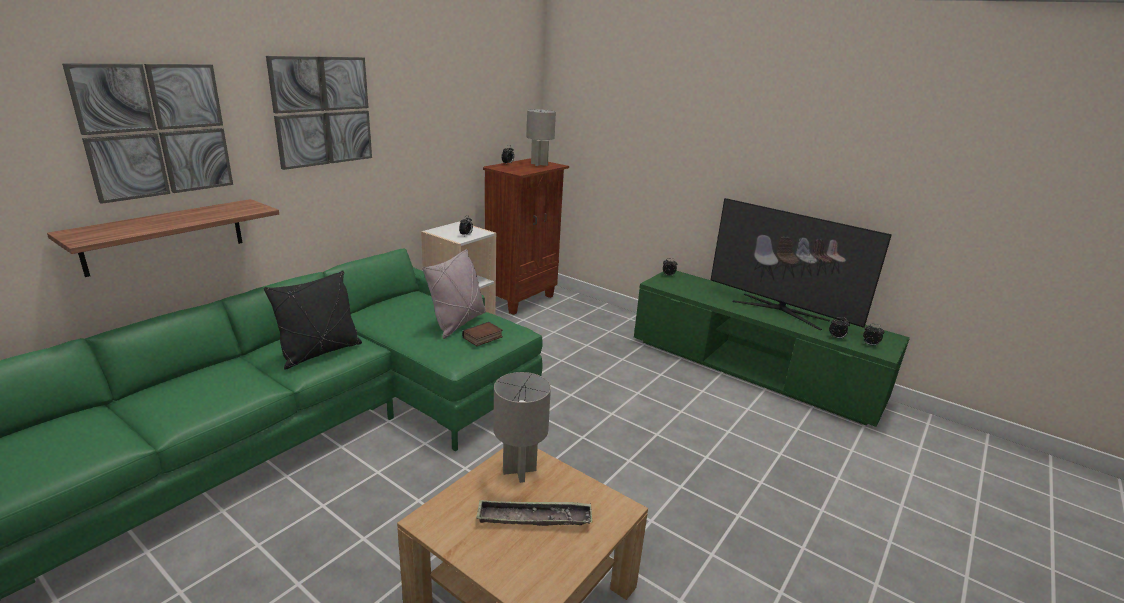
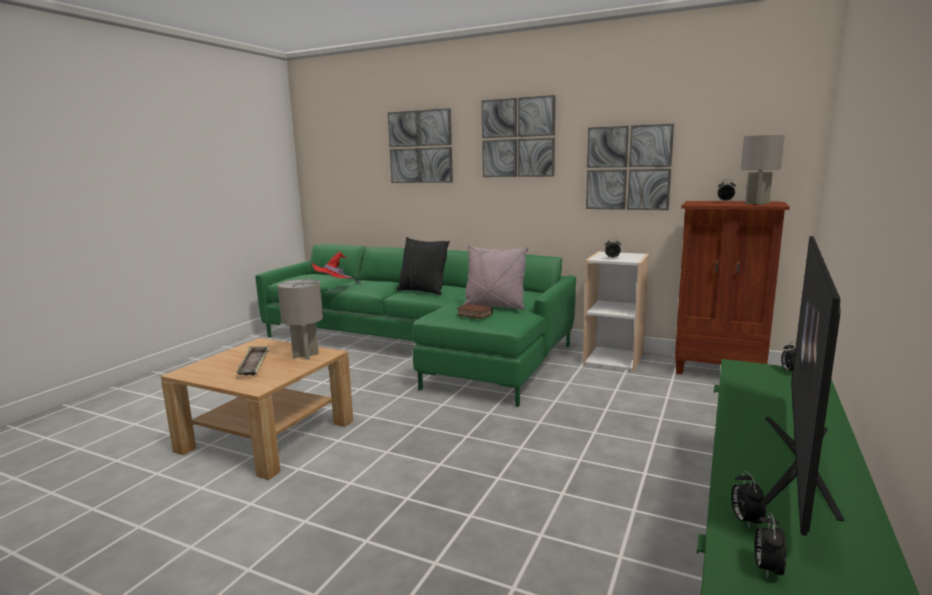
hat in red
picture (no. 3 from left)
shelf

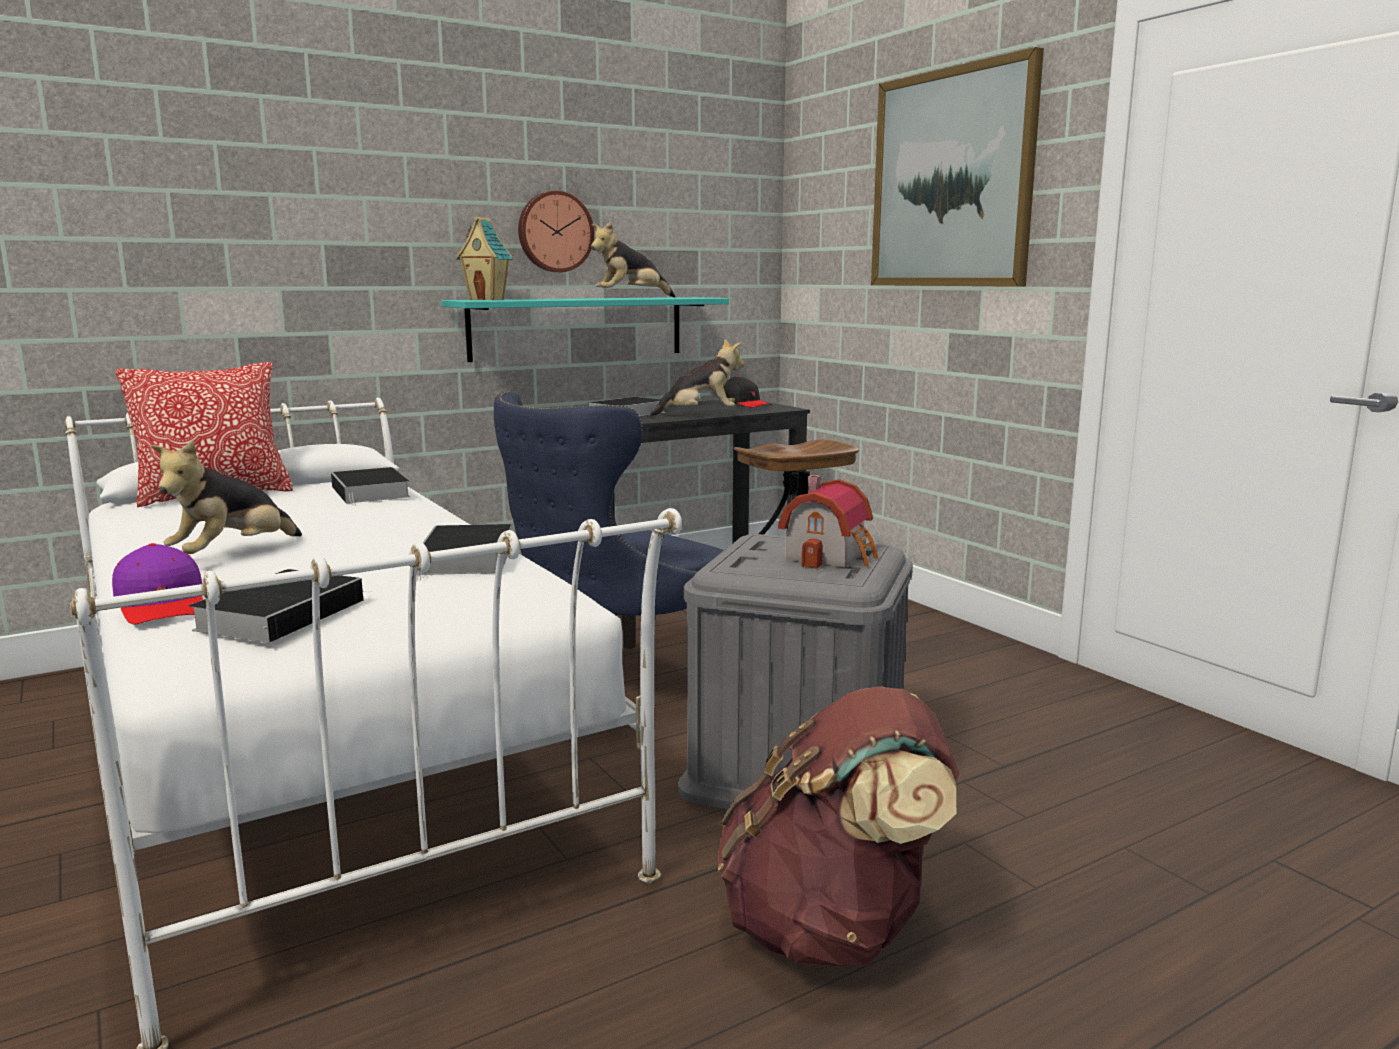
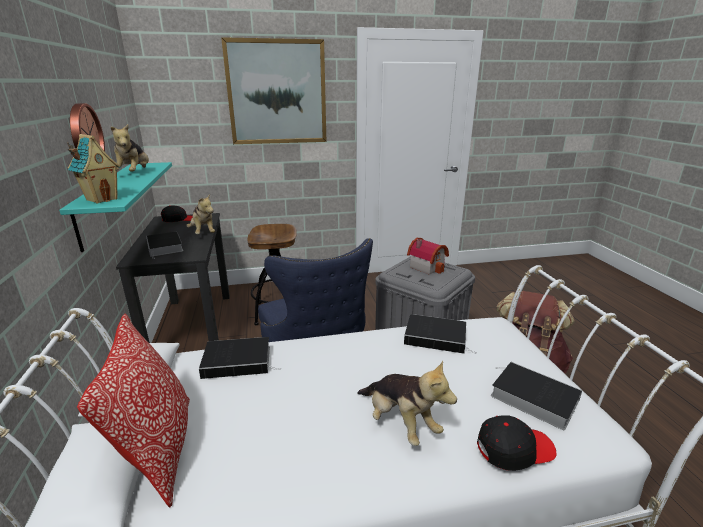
plush toy (no. 2 from left)
cap in black (no. 2 from left)

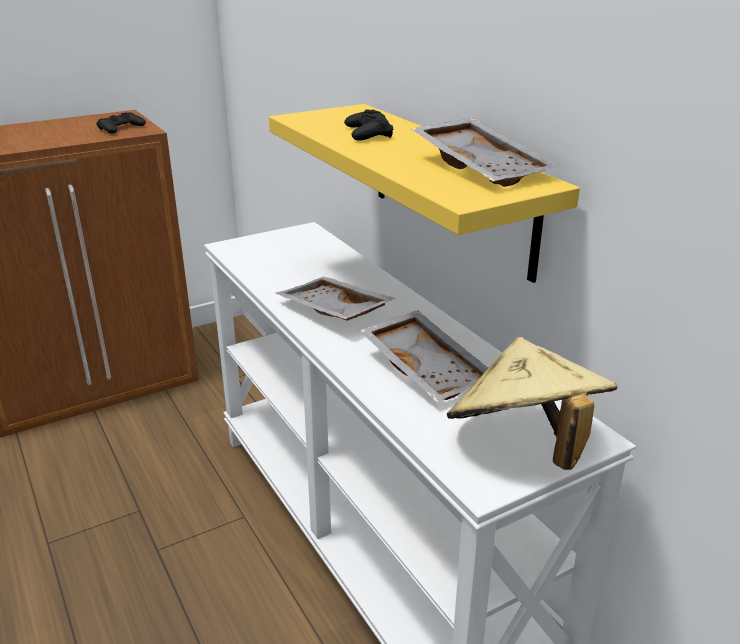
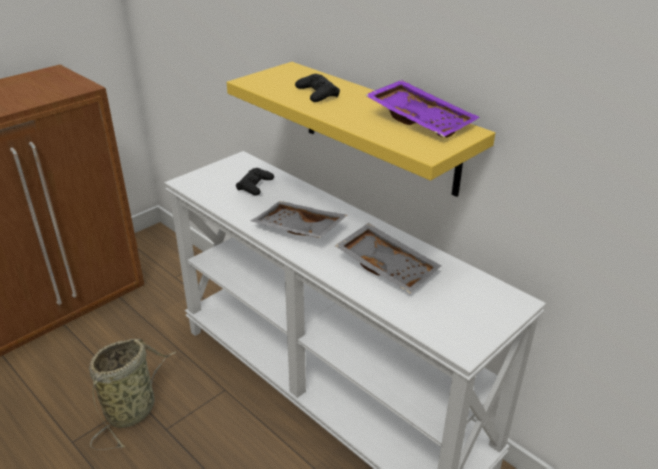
basket
game controller in black (no. 1 from left)
tray in purple
hat in beige

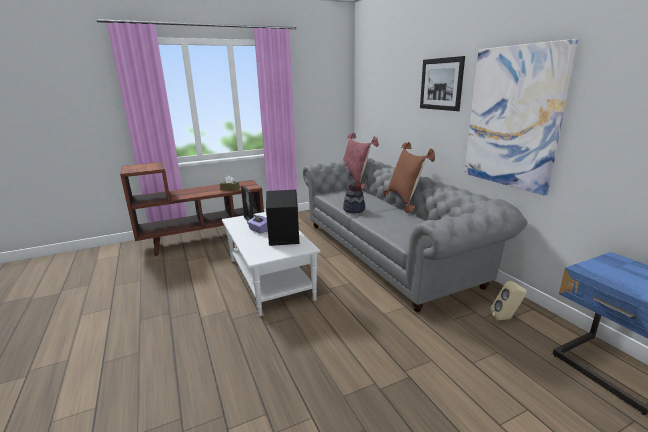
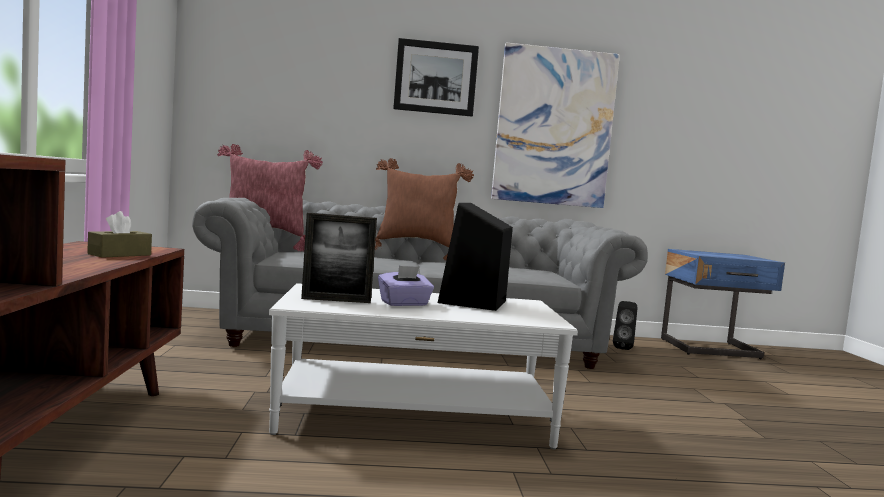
speaker in black (no. 2 from left)
hat

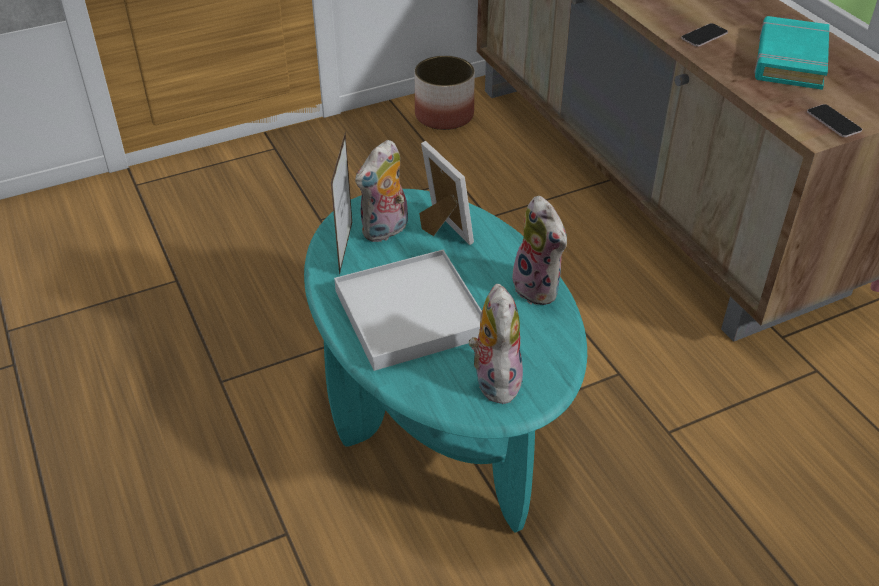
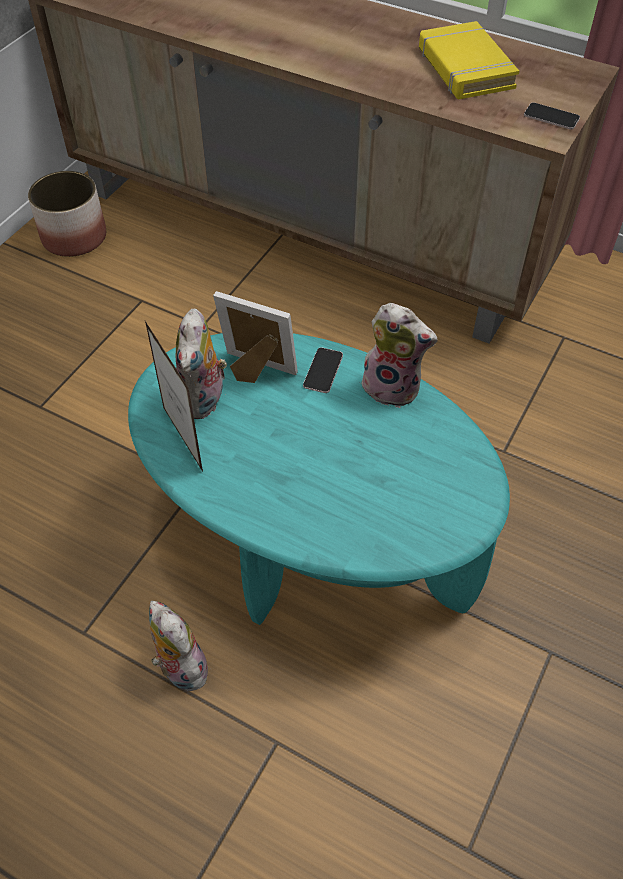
plush toy (no. 1 from left)
phone (no. 1 from left)
book in yellow
tray in white

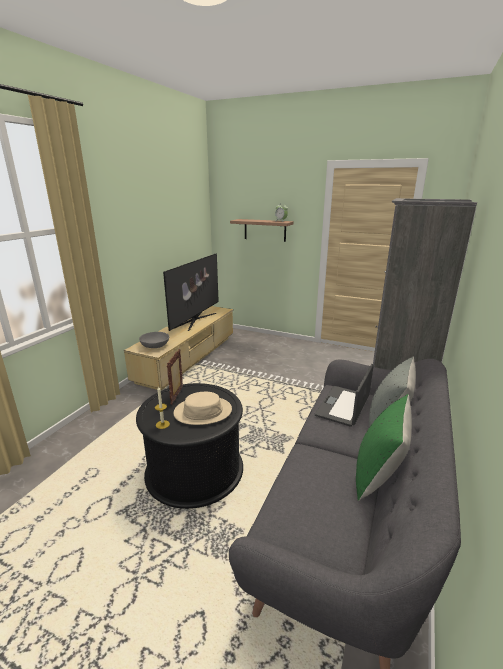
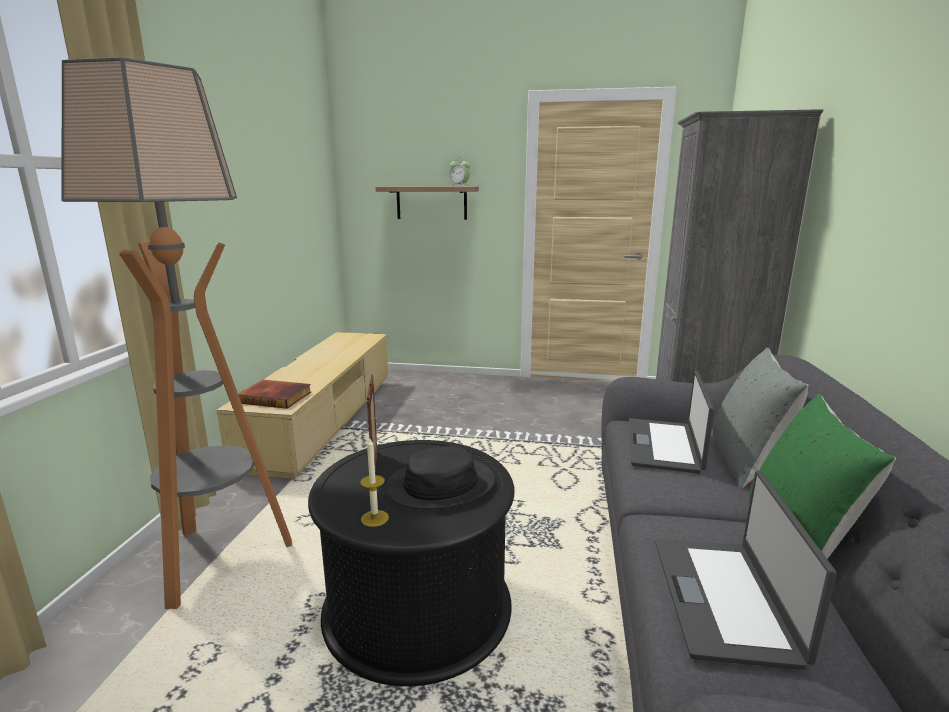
floor lamp
book
hat in black
laptop (no. 2 from left)
television

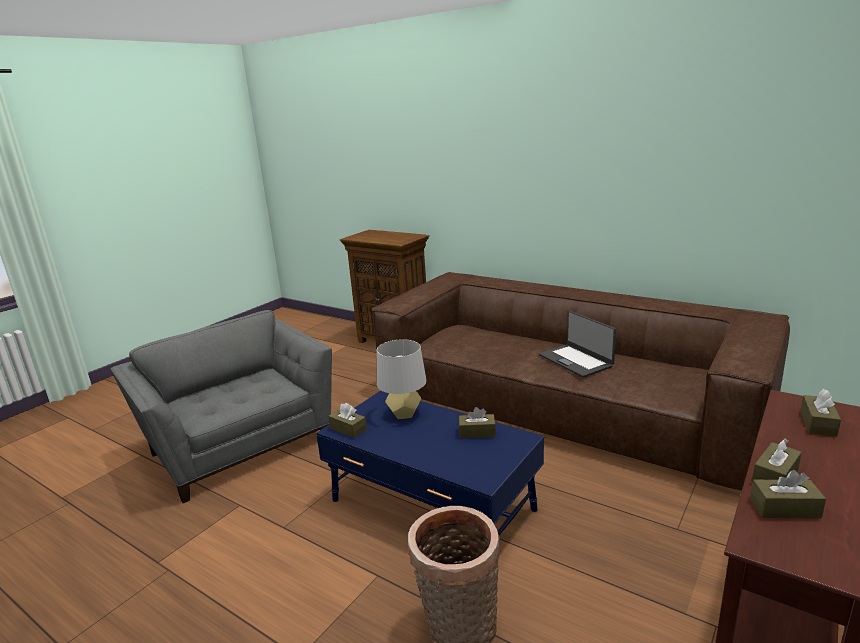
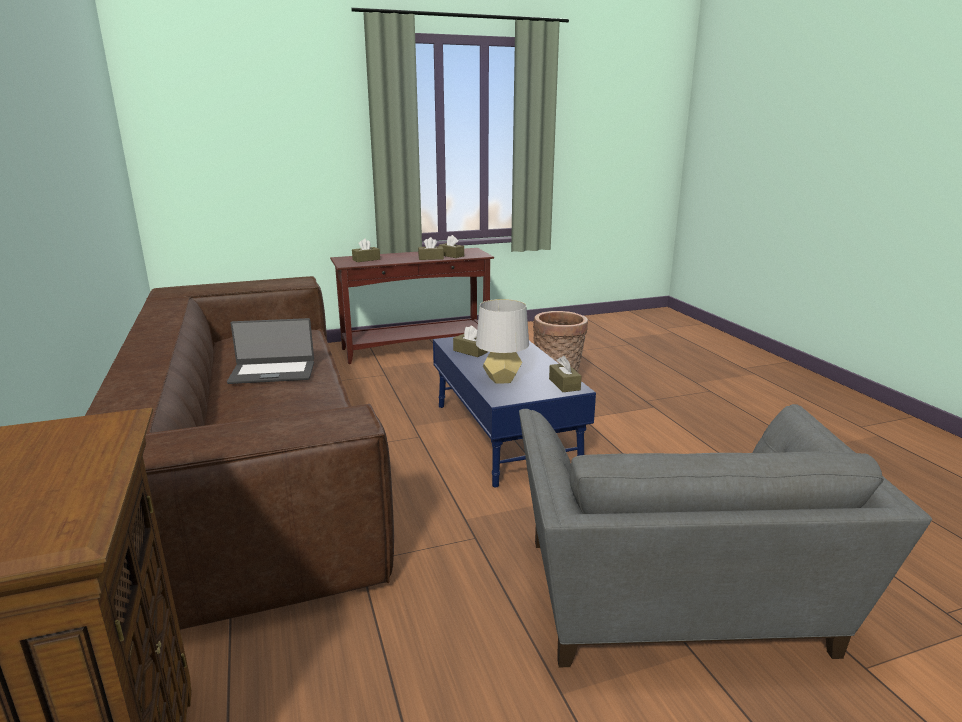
laptop

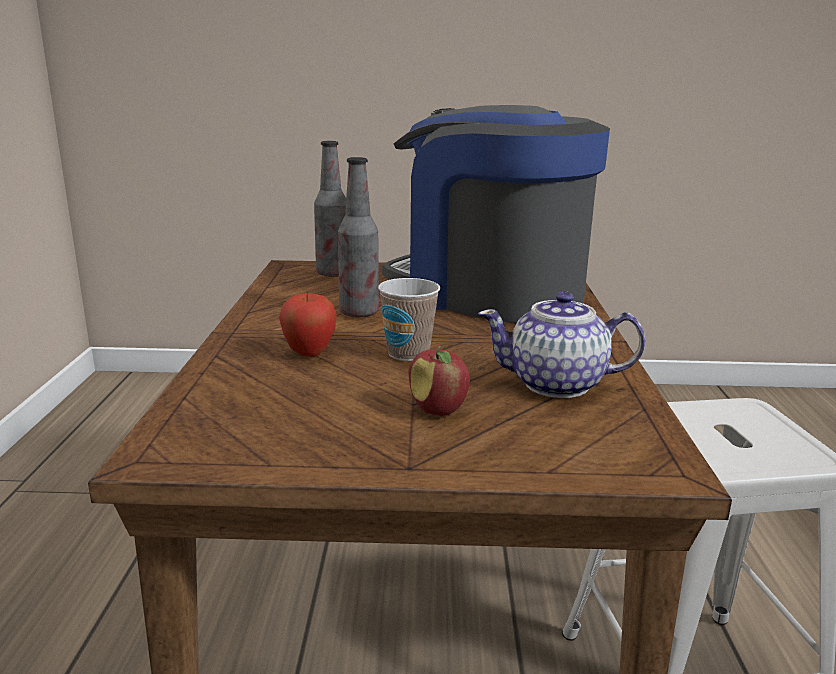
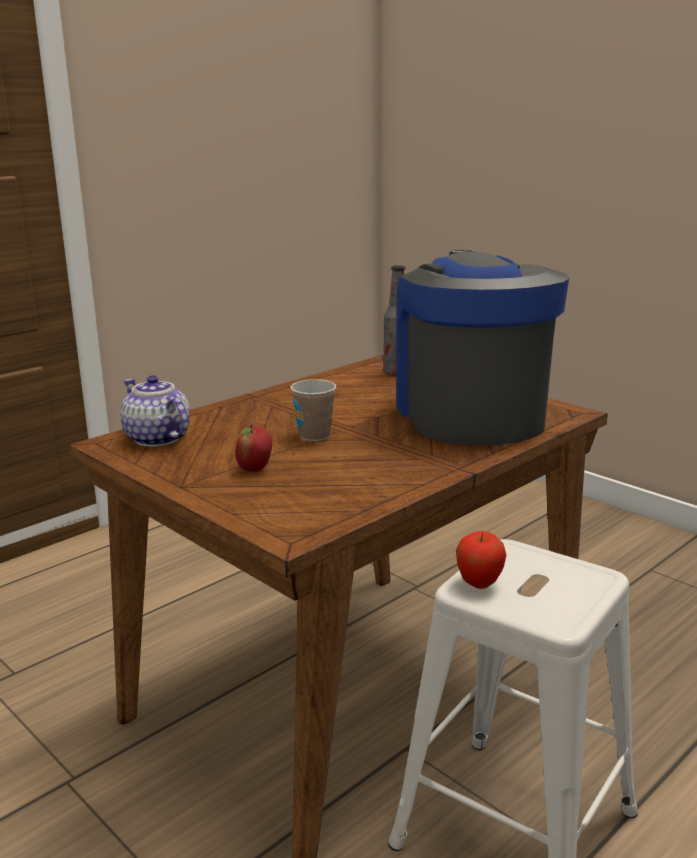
teapot
apple (no. 2 from left)
bottle (no. 2 from left in the first image)

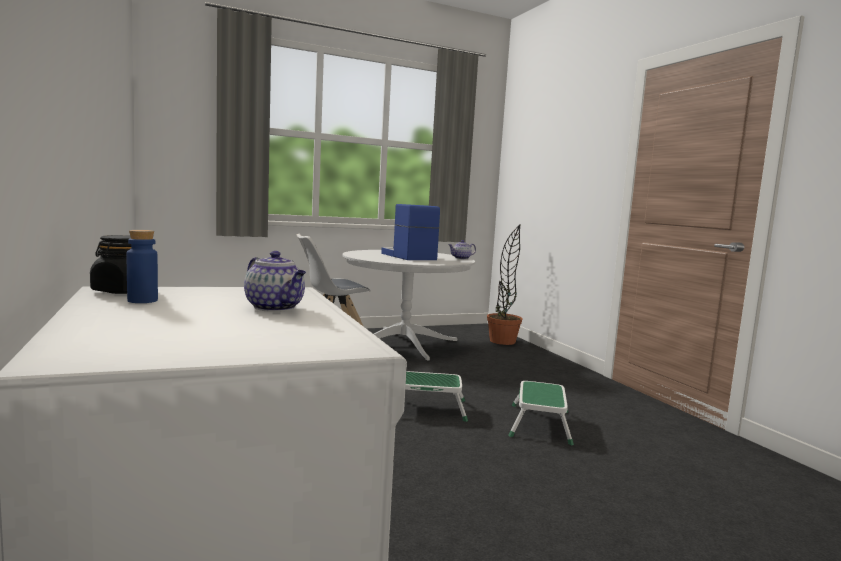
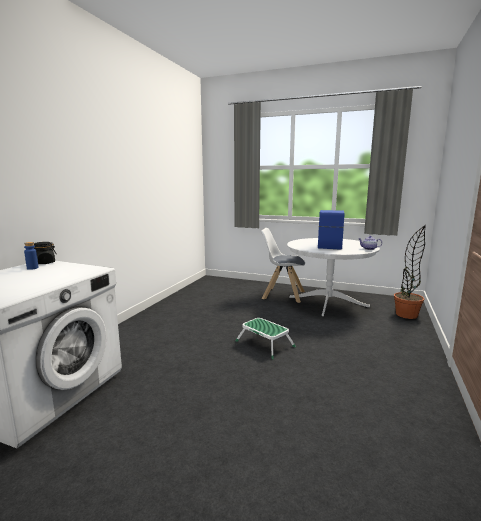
teapot (no. 1 from left in the first image)
step ladder in green (no. 2 from left in the first image)

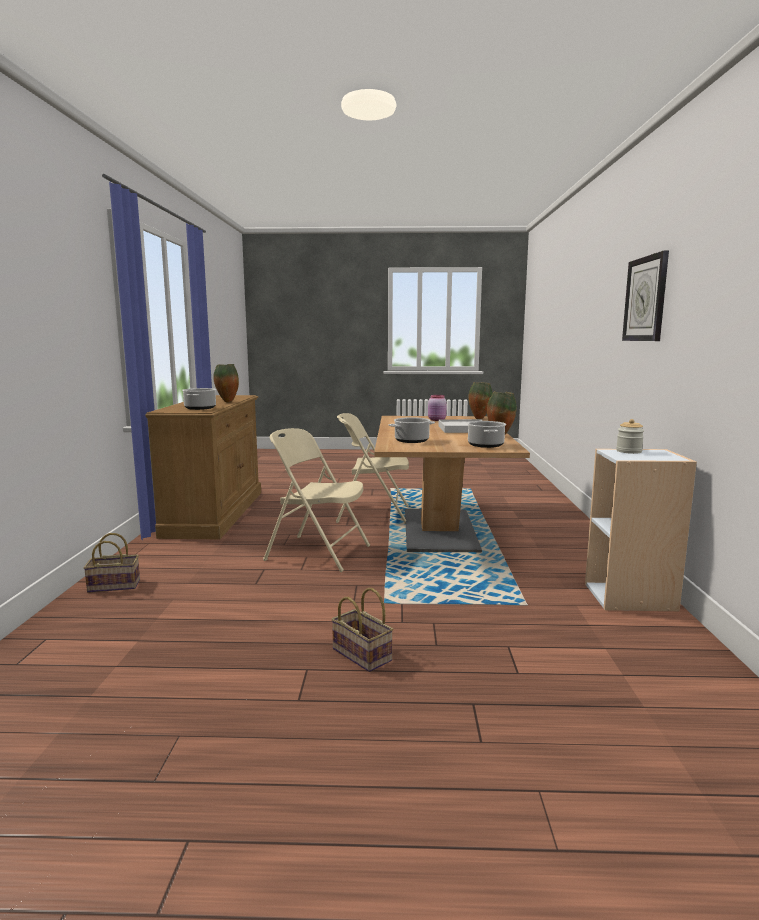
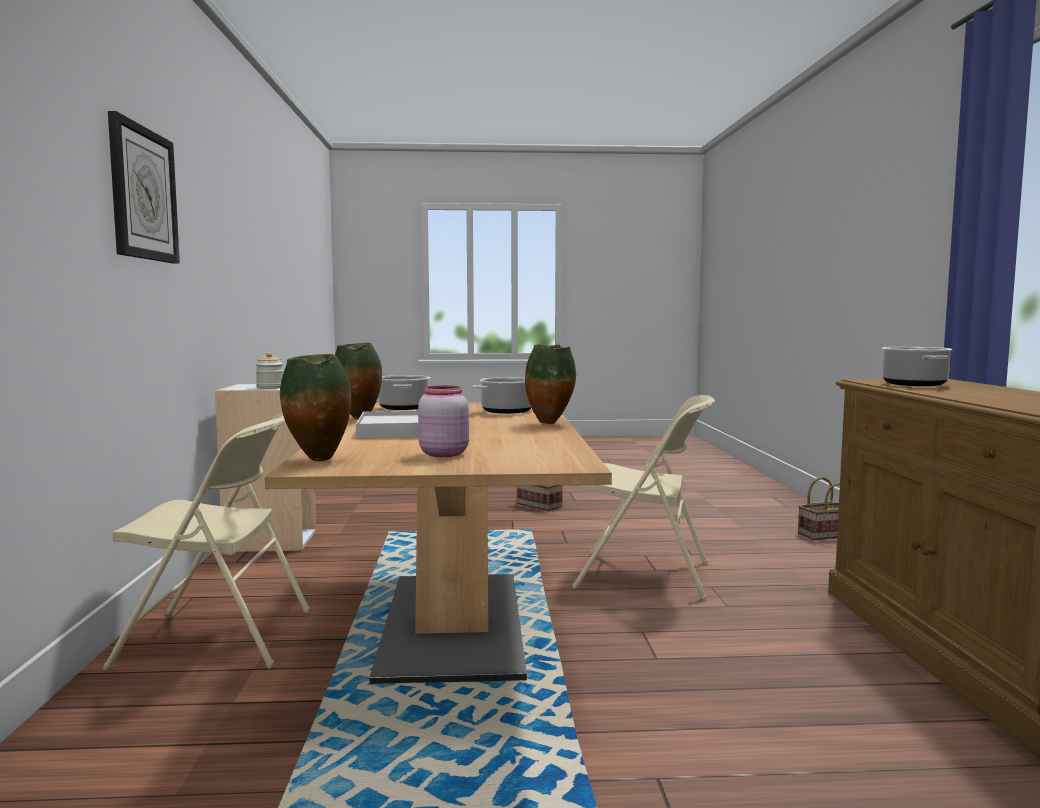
chair in beige (no. 1 from left)
vase (no. 3 from left)

